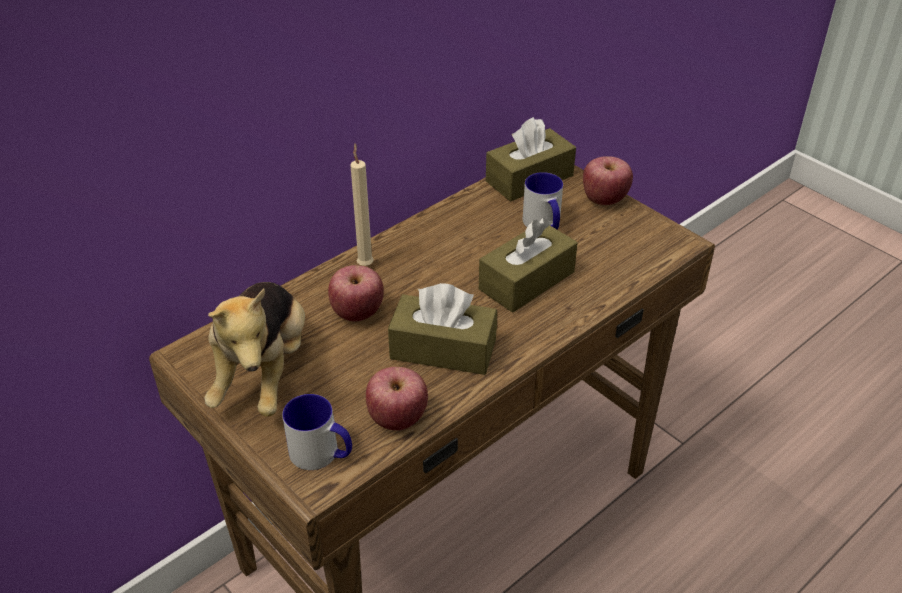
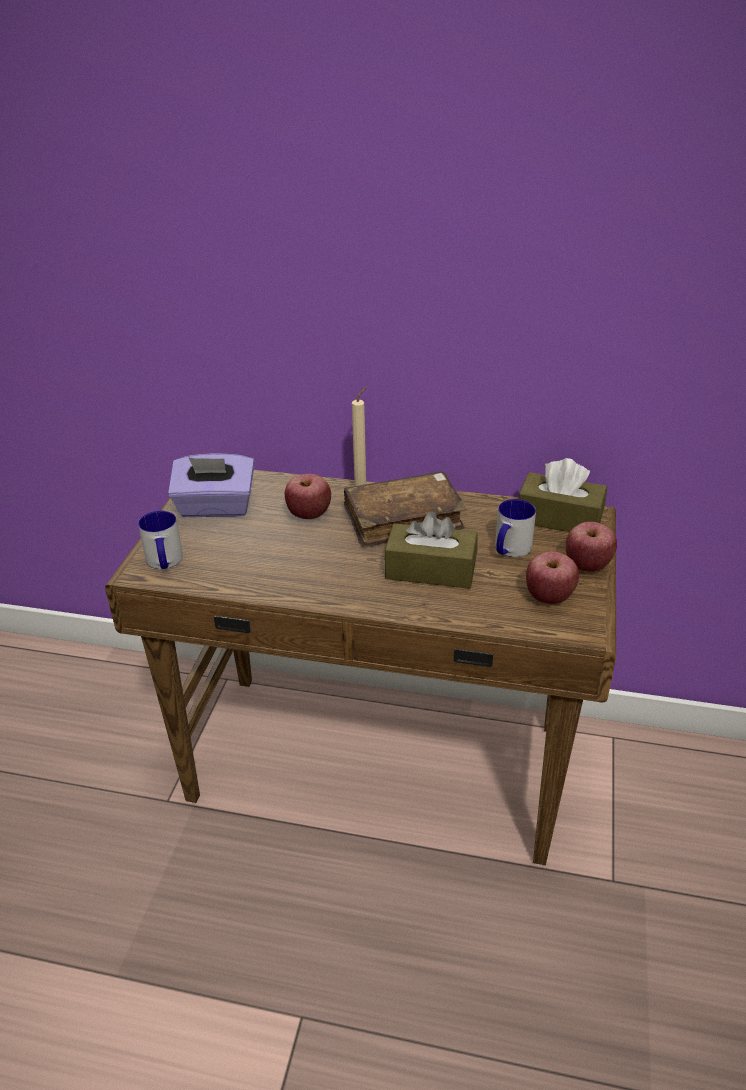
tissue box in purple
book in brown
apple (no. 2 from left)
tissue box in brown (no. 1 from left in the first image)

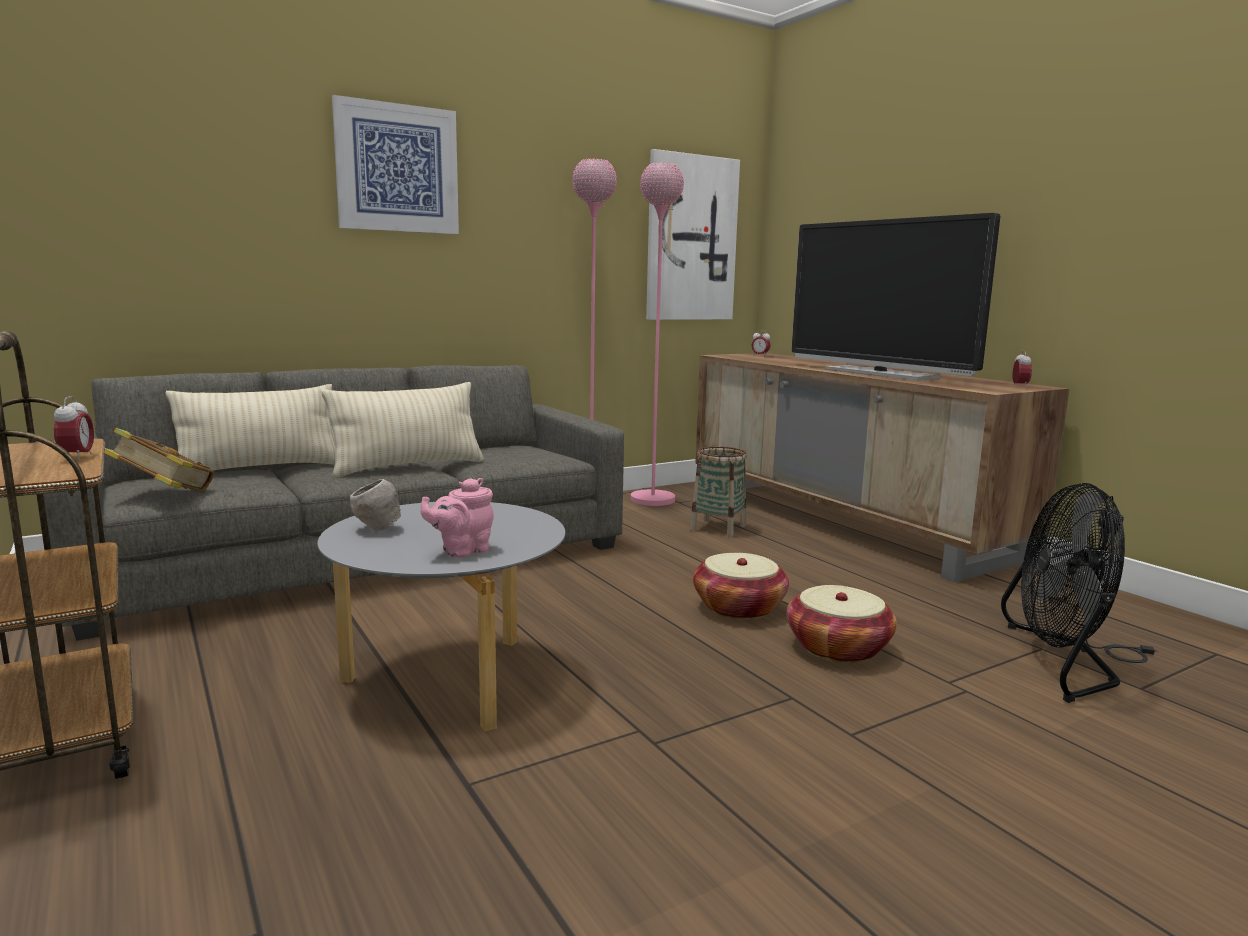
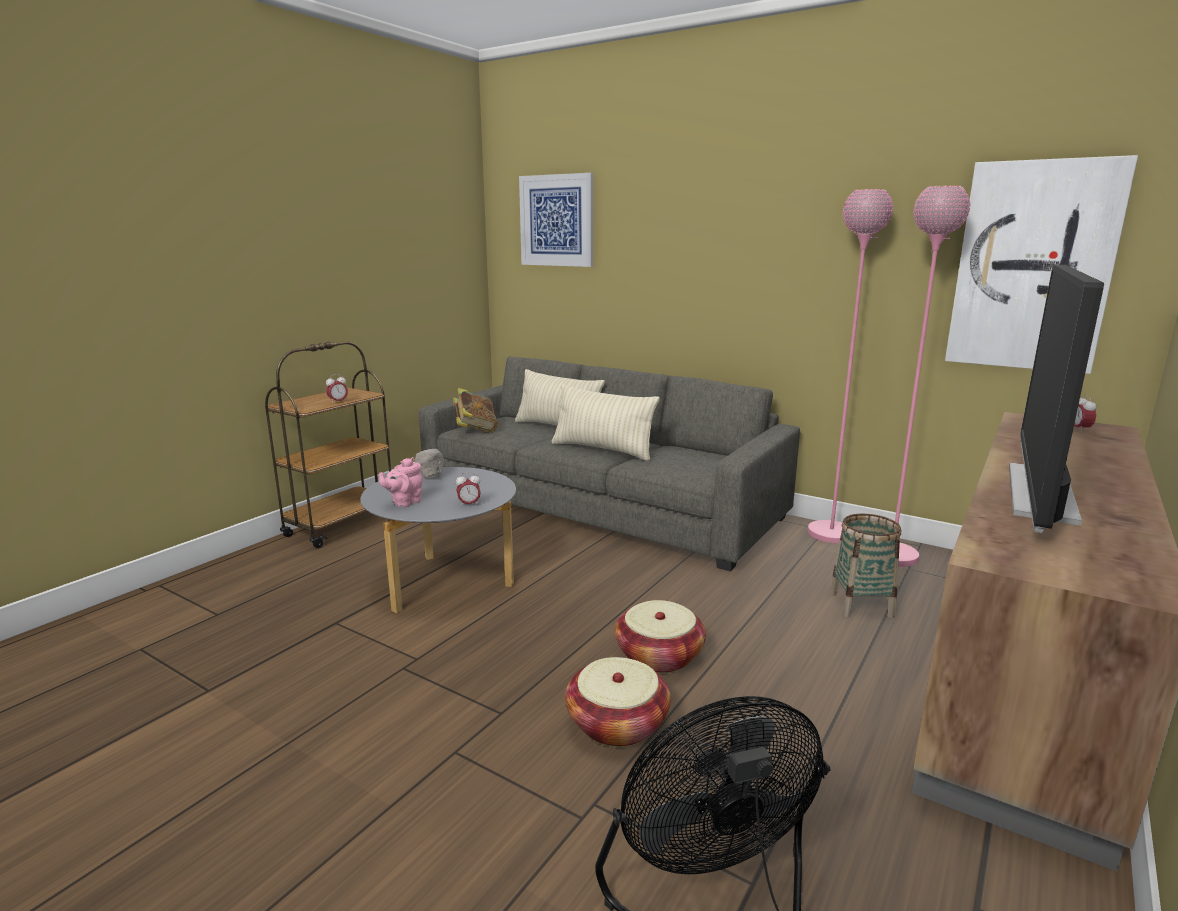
teapot in pink
alarm clock (no. 2 from left)
picture (no. 1 from left)

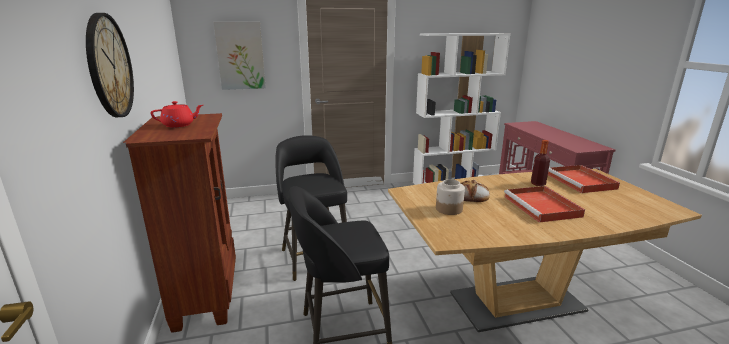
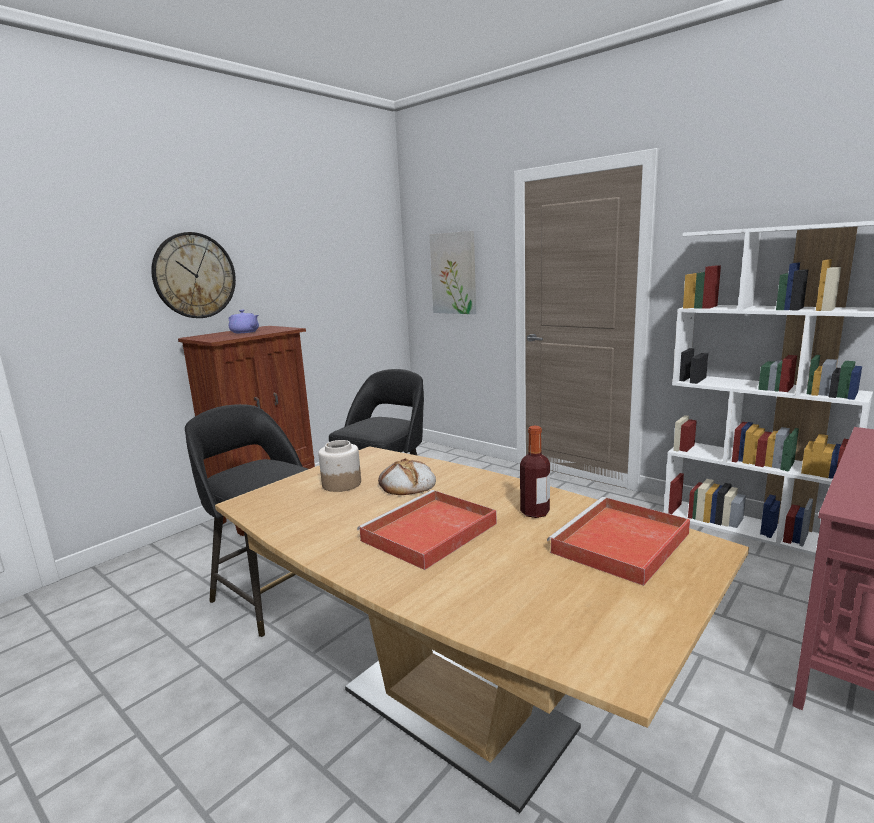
teapot in purple

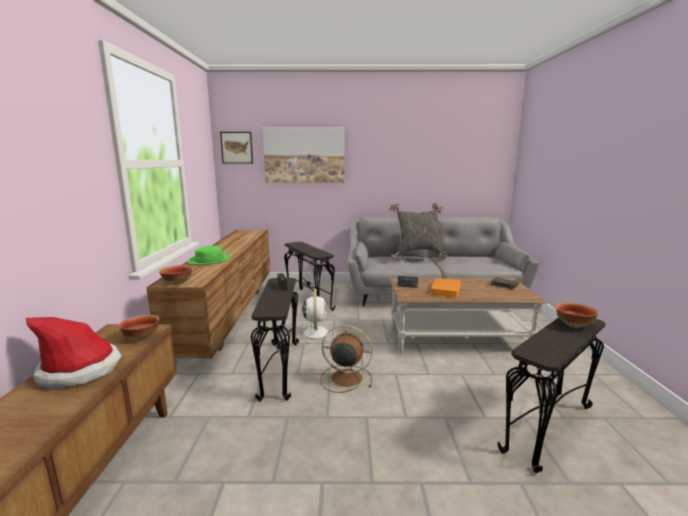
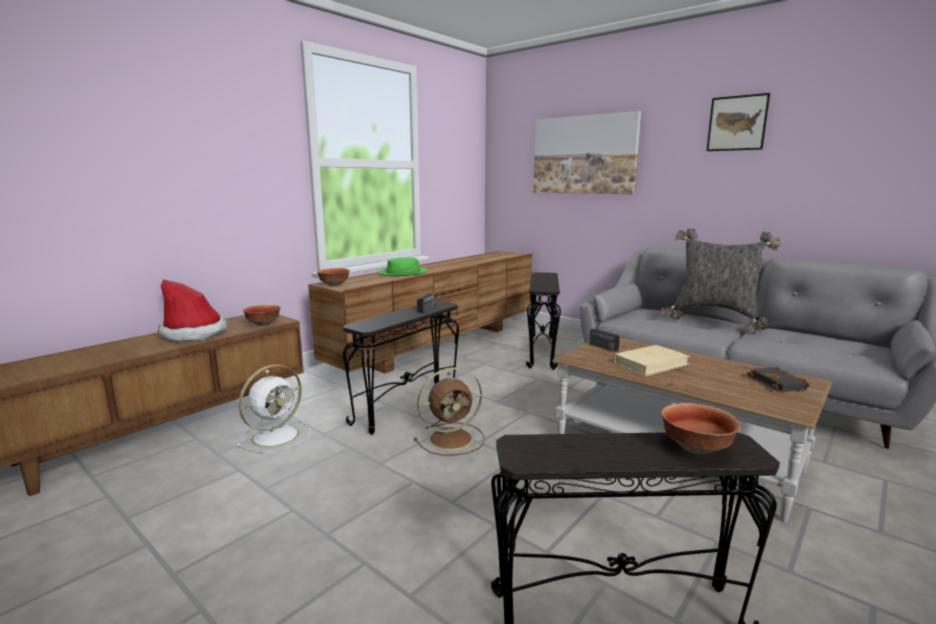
fan in white
fan in brown
book in beige
picture (no. 2 from left)

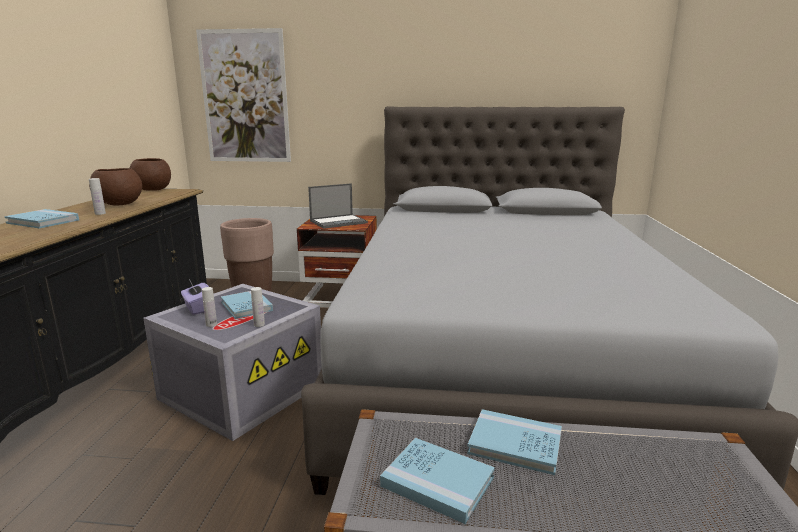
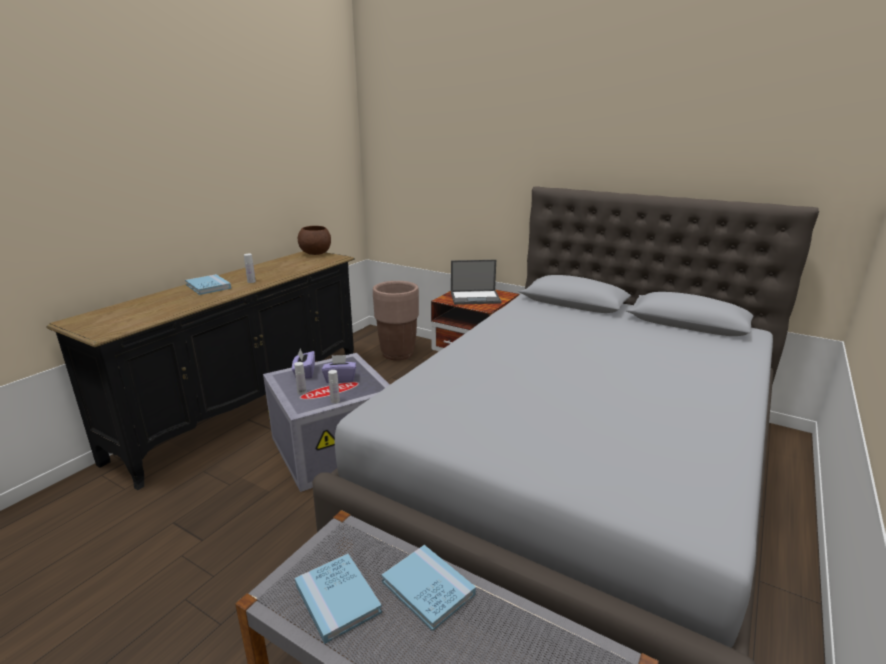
tissue box in purple (no. 2 from left)
bowl in brown (no. 1 from left in the first image)
picture

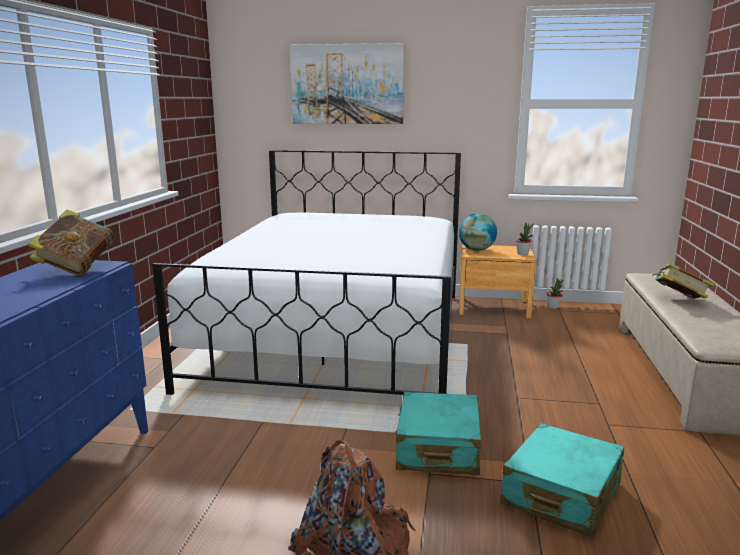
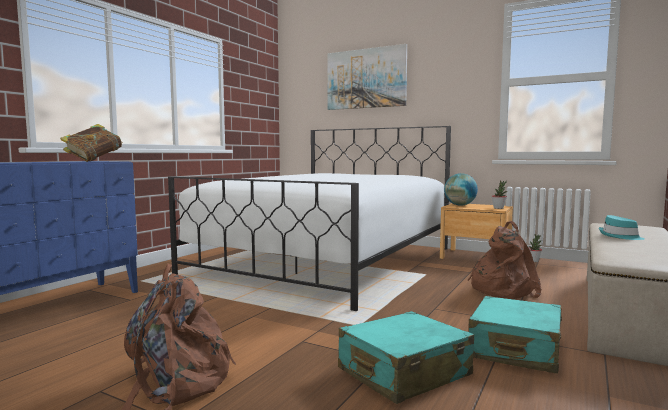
backpack in brown (no. 2 from left)
suitcase in turquoise (no. 2 from left)
hat in turquoise

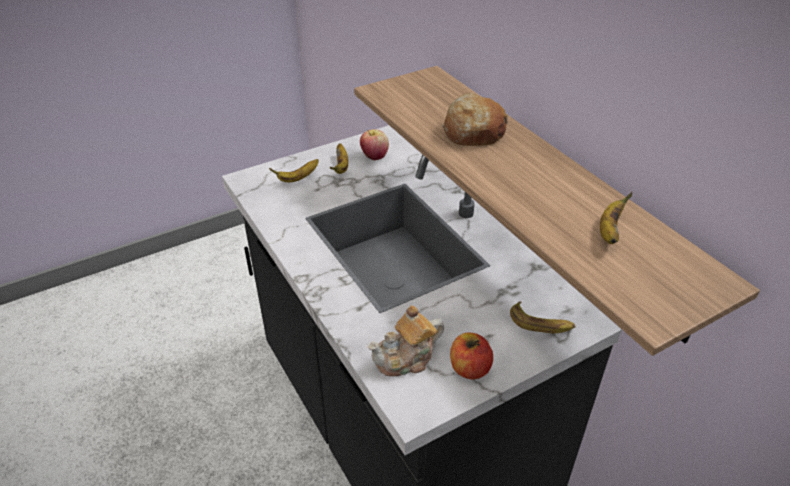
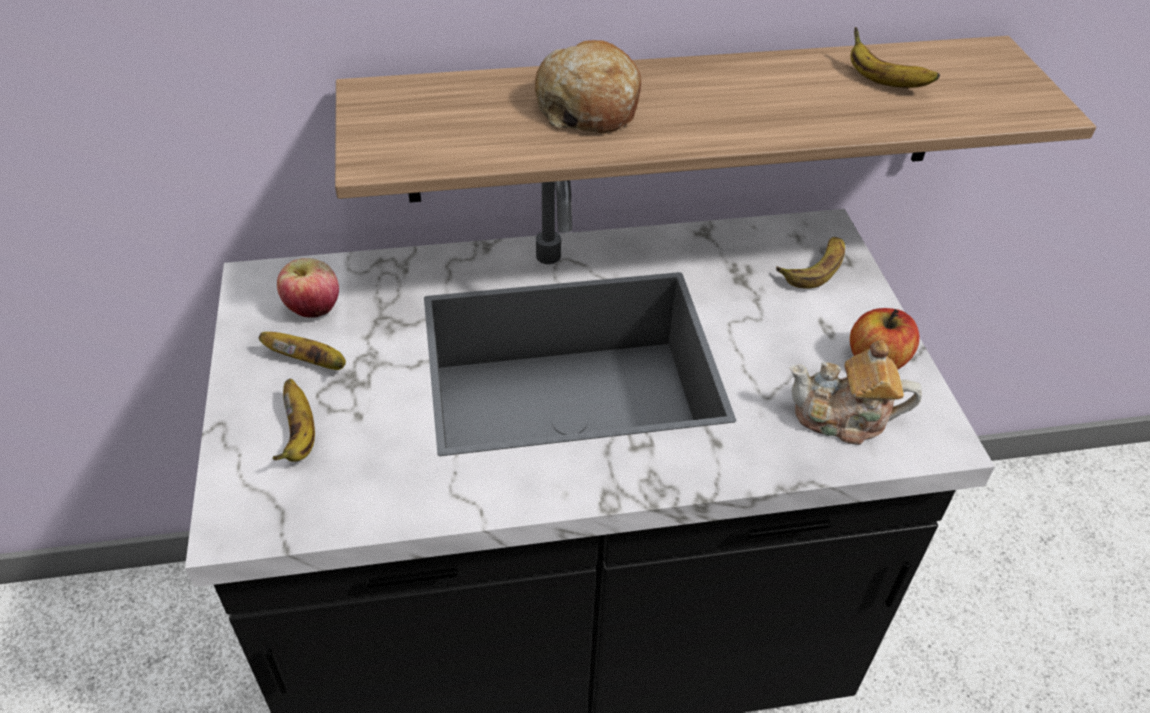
teapot

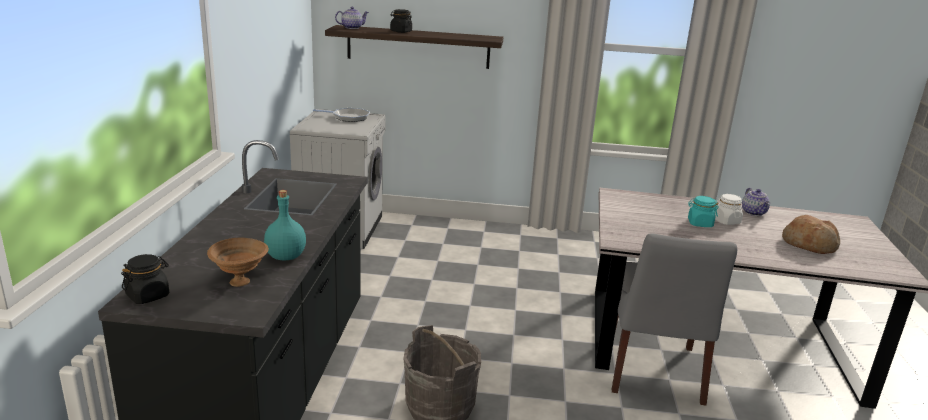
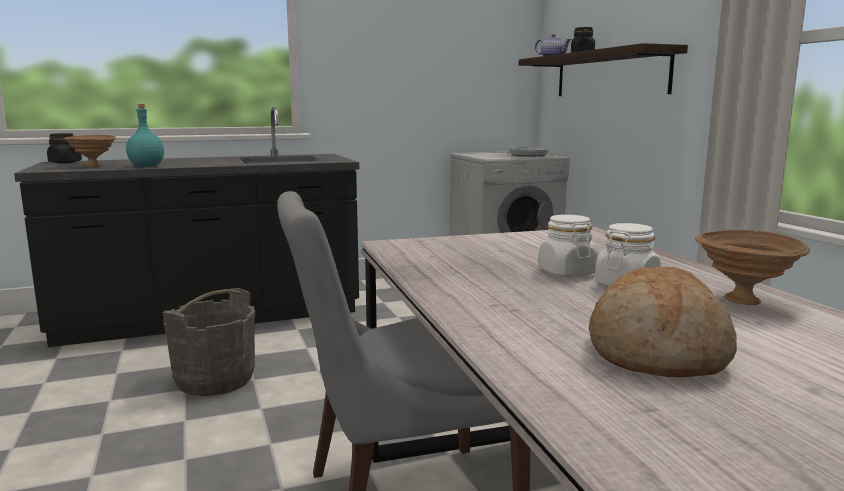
jar in white (no. 1 from left)
bowl in brown (no. 2 from left)

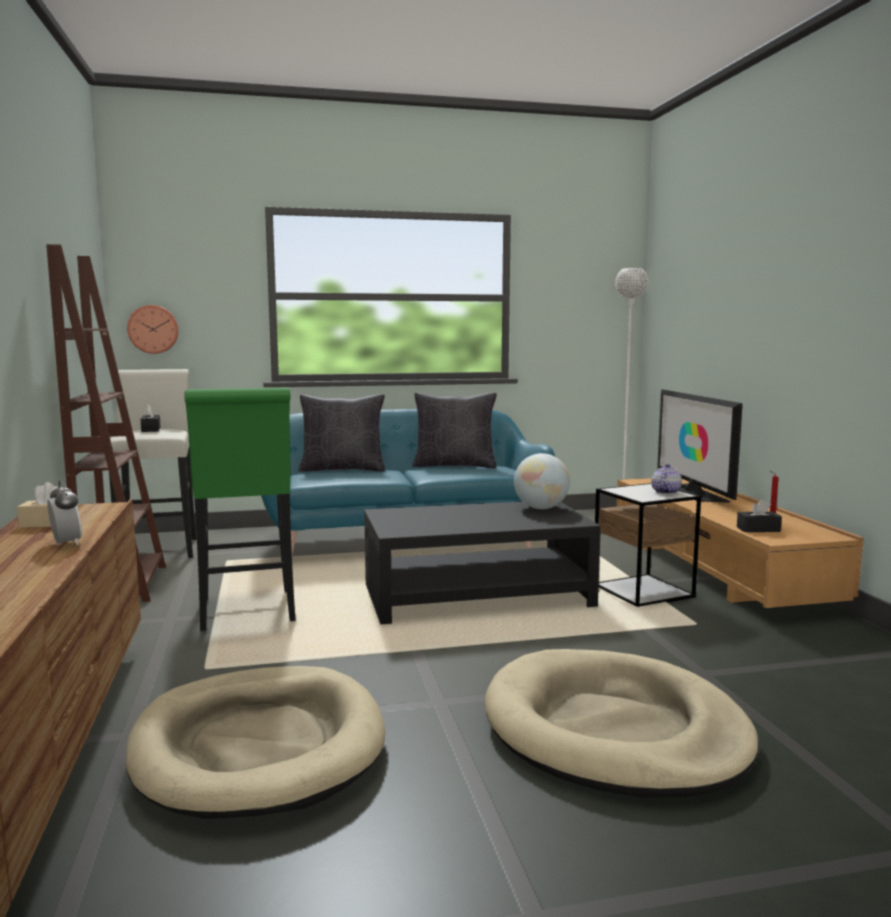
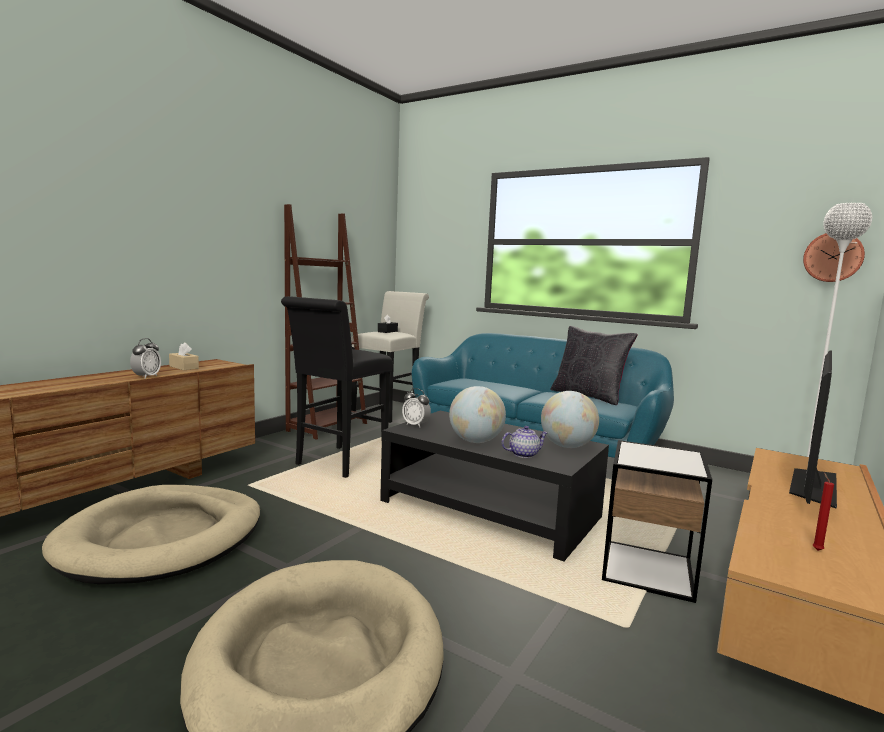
stool in black
alarm clock (no. 2 from left)
globe (no. 1 from left)
teapot
wall clock
pillow in black (no. 1 from left in the first image)
tissue box in black (no. 2 from left in the first image)

